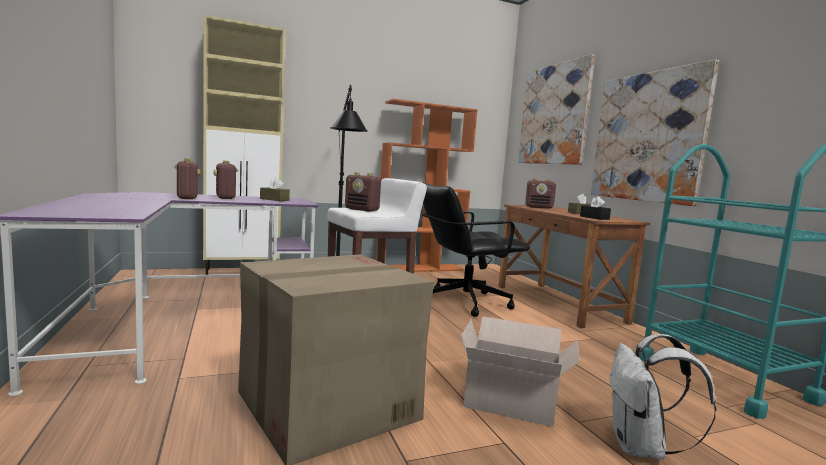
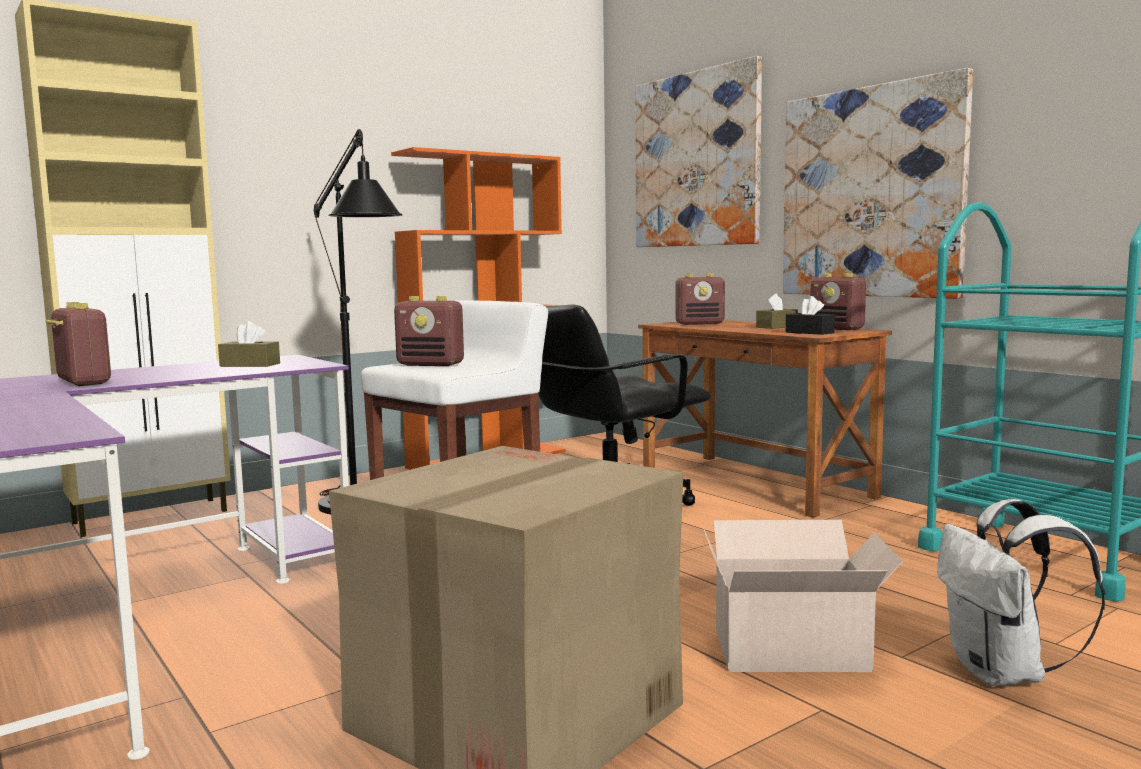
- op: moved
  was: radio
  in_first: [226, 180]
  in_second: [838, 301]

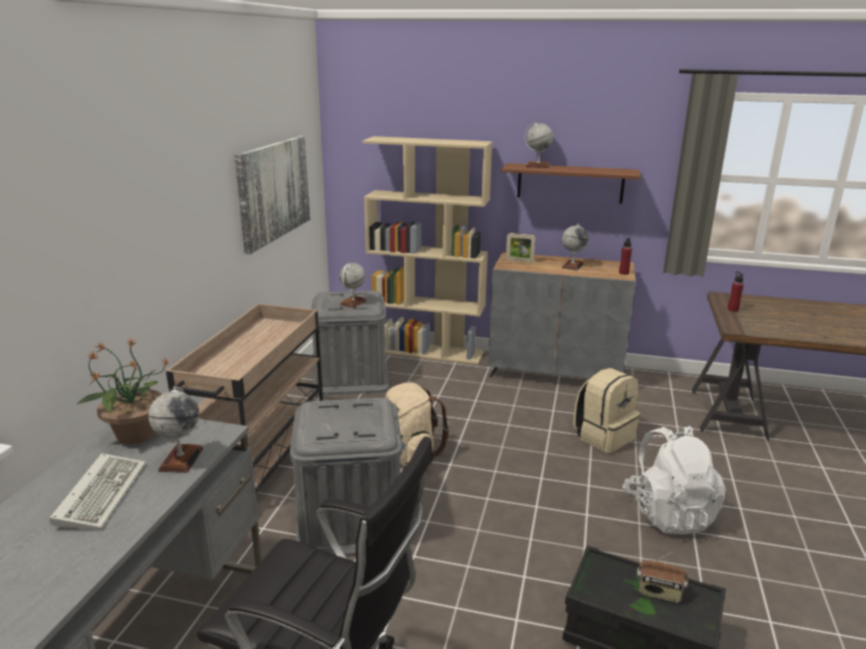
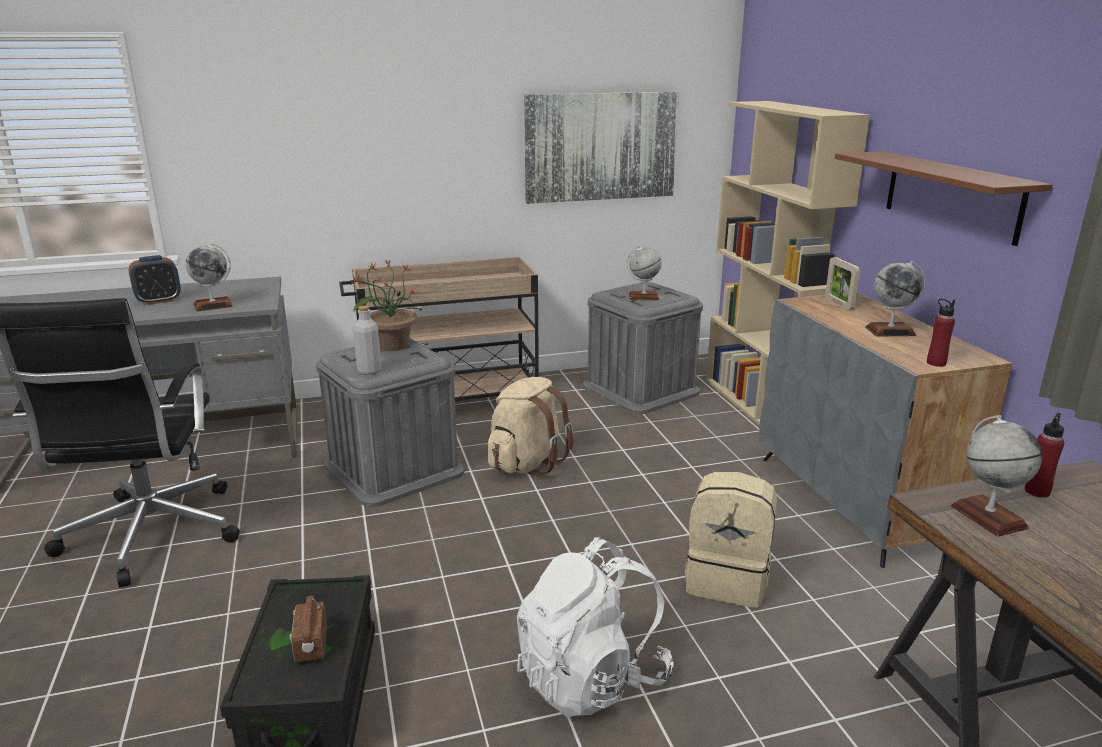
- op: replaced
  was: teclado
  now: despertador
  in_first: [97, 491]
  in_second: [155, 280]
- op: moved
  was: planta en maceta
  in_first: [122, 390]
  in_second: [386, 305]
- op: moved
  was: globo terráqueo
  in_first: [539, 145]
  in_second: [996, 476]
- op: added
  now: botella/gris
  in_second: [367, 340]

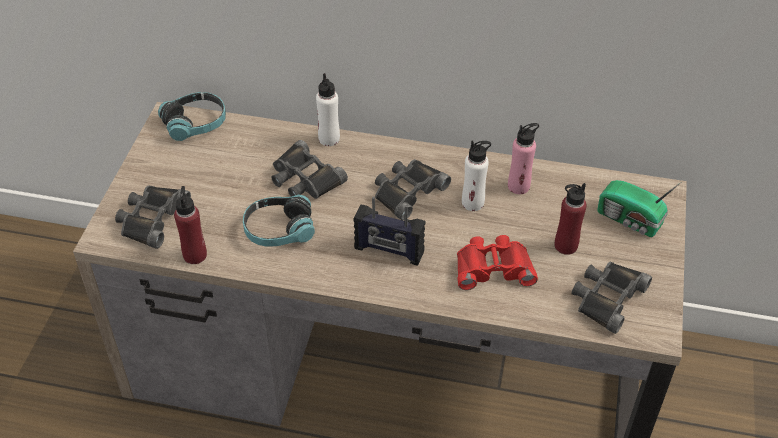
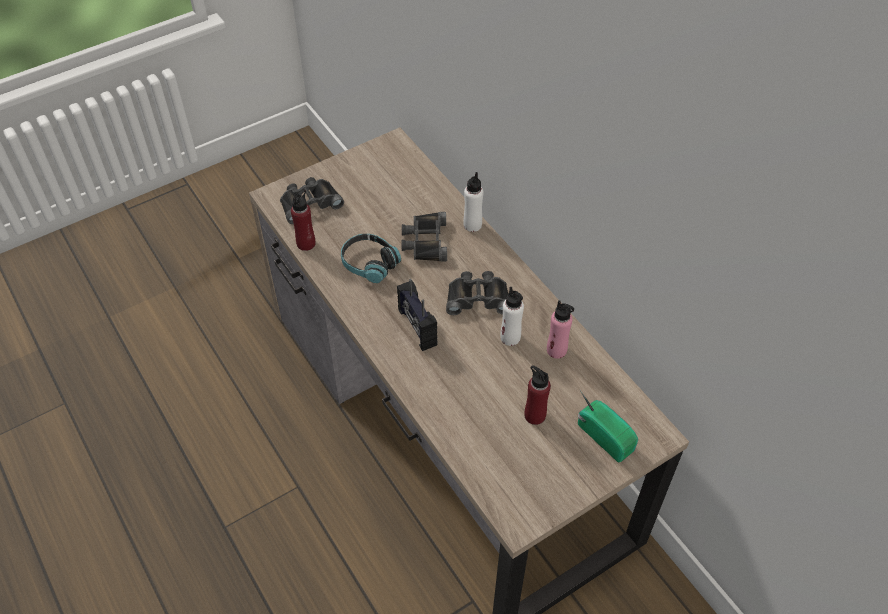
- op: removed
  was: auriculares
  in_first: [192, 116]
- op: removed
  was: prismáticos/rojo
  in_first: [497, 262]
- op: removed
  was: prismáticos/negro
  in_first: [612, 298]
- op: turned
  was: radio
  in_first: [639, 208]
  in_second: [608, 425]
  clockwise: 150

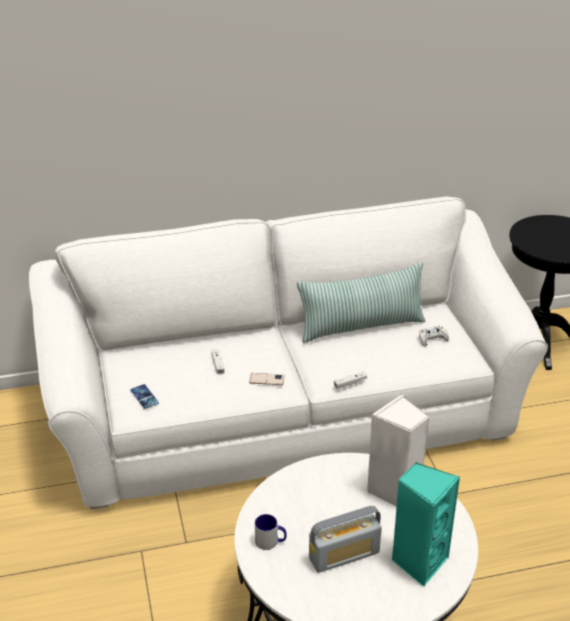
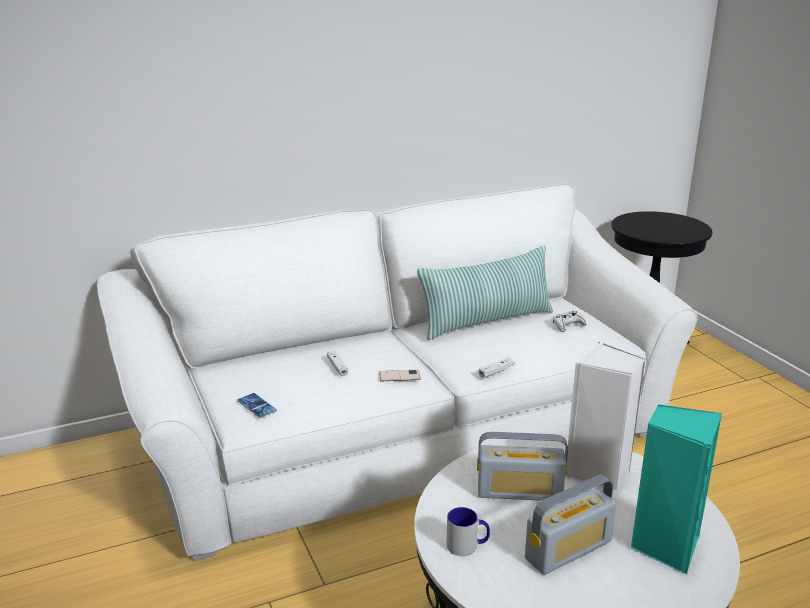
- op: added
  now: radio
  in_second: [522, 466]

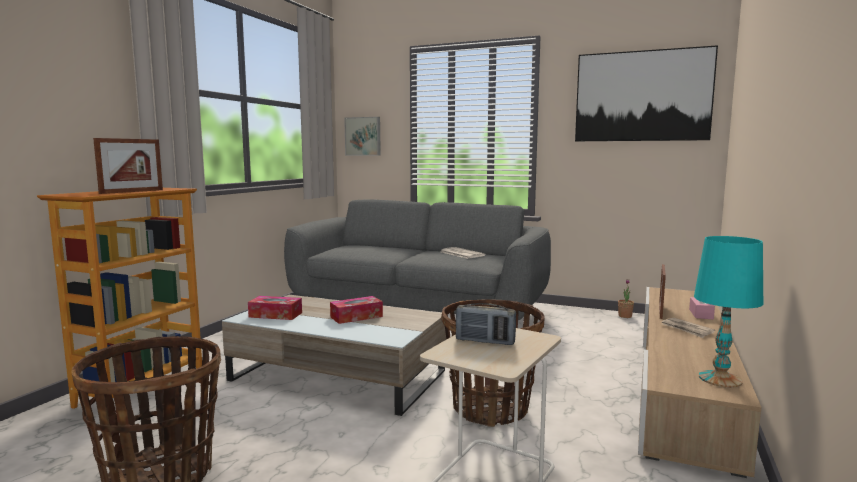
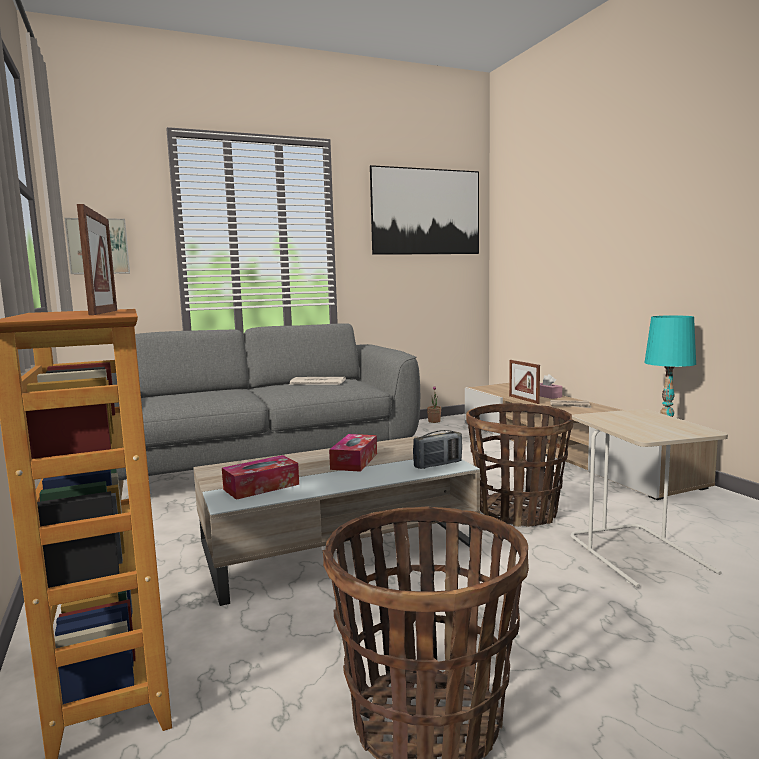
- op: moved
  was: radio
  in_first: [486, 324]
  in_second: [437, 449]

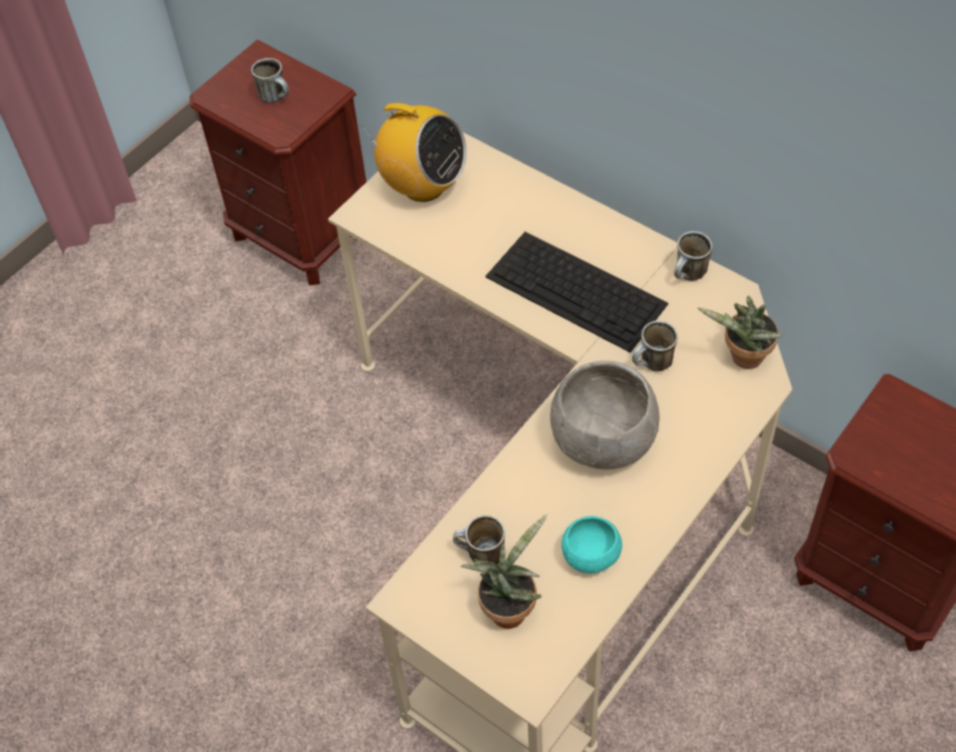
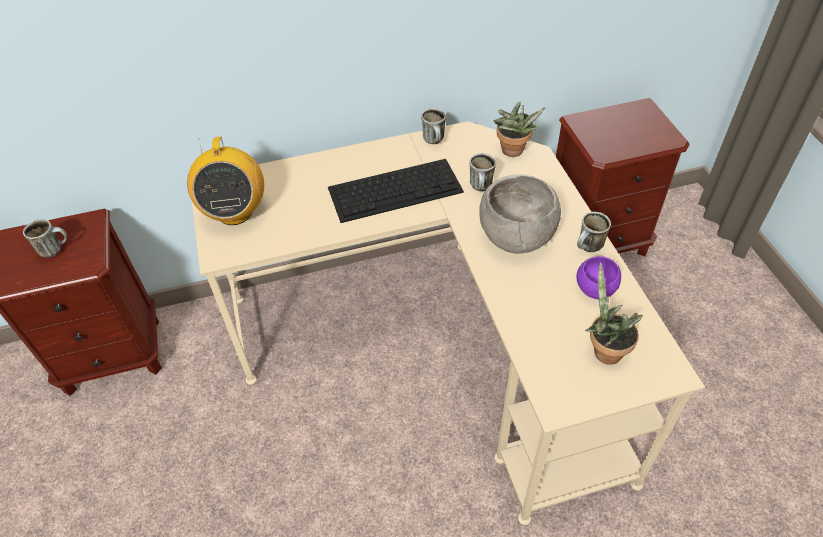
- op: turned
  was: radio
  in_first: [414, 152]
  in_second: [225, 181]
  clockwise: 105
- op: moved
  was: taza grande
  in_first: [479, 539]
  in_second: [594, 232]
- op: recoloured
  was: cuenco/turquesa
  now: cuenco/morado
  in_first: [591, 544]
  in_second: [598, 277]

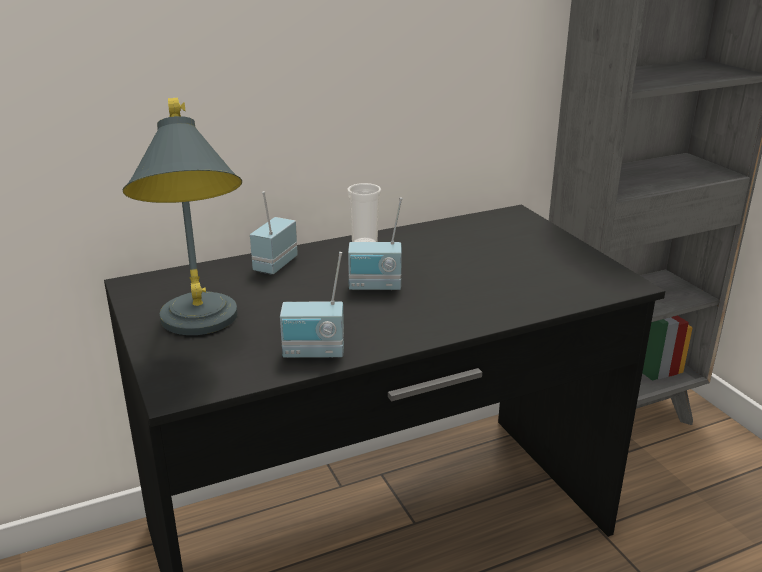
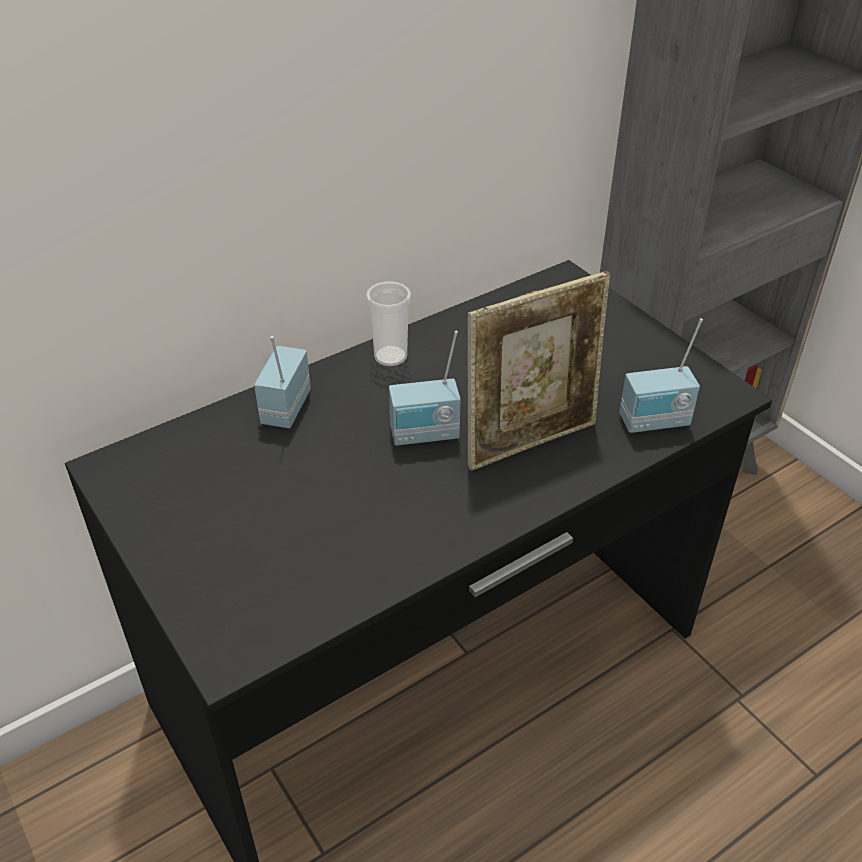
- op: removed
  was: lámpara de mesa/gris
  in_first: [182, 216]
- op: moved
  was: radio
  in_first: [312, 305]
  in_second: [661, 375]
- op: added
  now: portarretratos
  in_second: [539, 371]

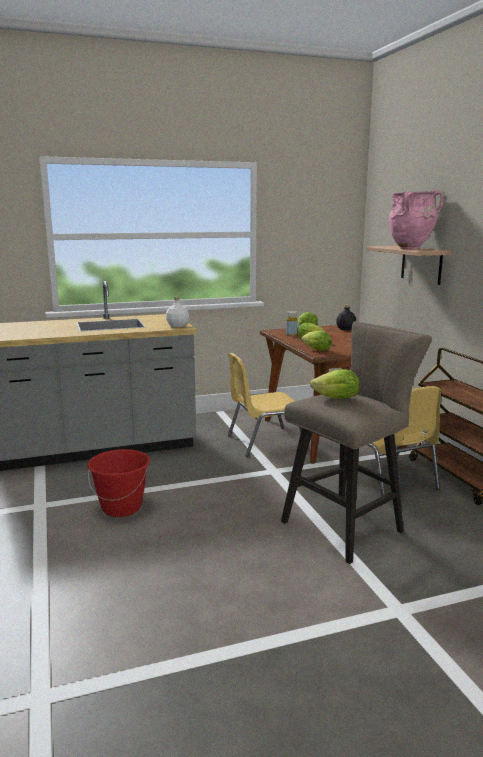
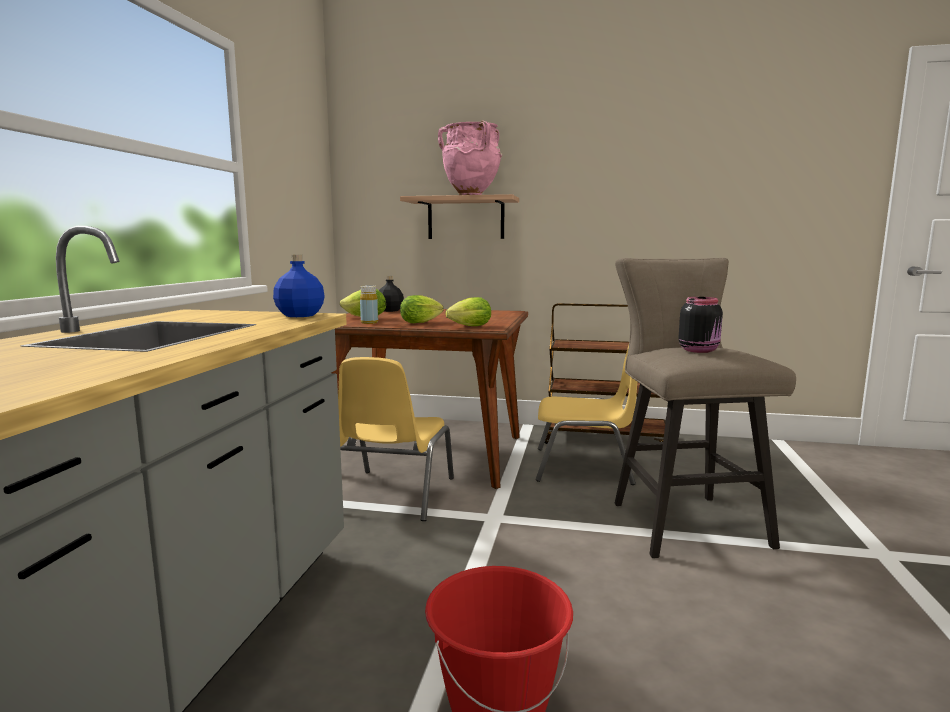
- op: recoloured
  was: botella/blanco
  now: botella/azul
  in_first: [177, 312]
  in_second: [299, 285]
- op: replaced
  was: lechuga
  now: tarro/negro
  in_first: [334, 384]
  in_second: [700, 325]

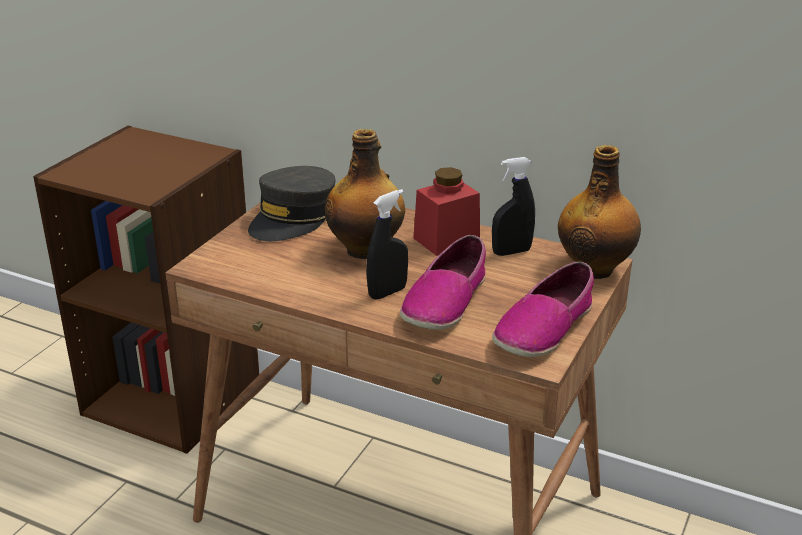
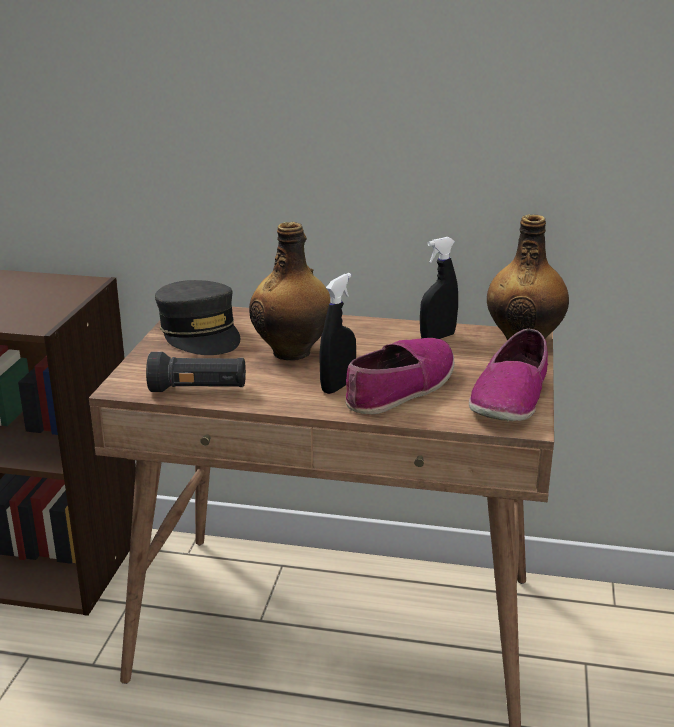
- op: turned
  was: gorra/gris
  in_first: [292, 203]
  in_second: [197, 317]
  clockwise: -45
- op: turned
  was: zapato
  in_first: [443, 282]
  in_second: [399, 376]
  clockwise: -150
- op: removed
  was: tarro/rojo
  in_first: [446, 211]
- op: added
  now: linterna/negro
  in_second: [196, 372]

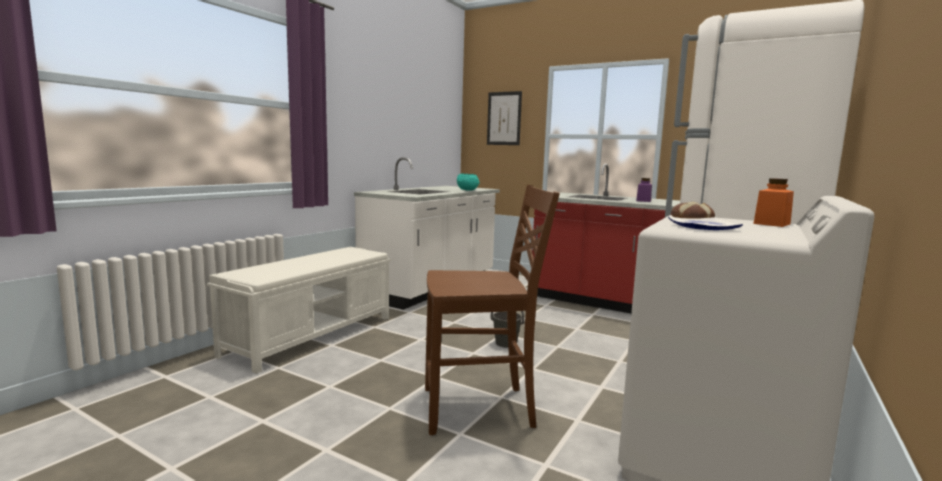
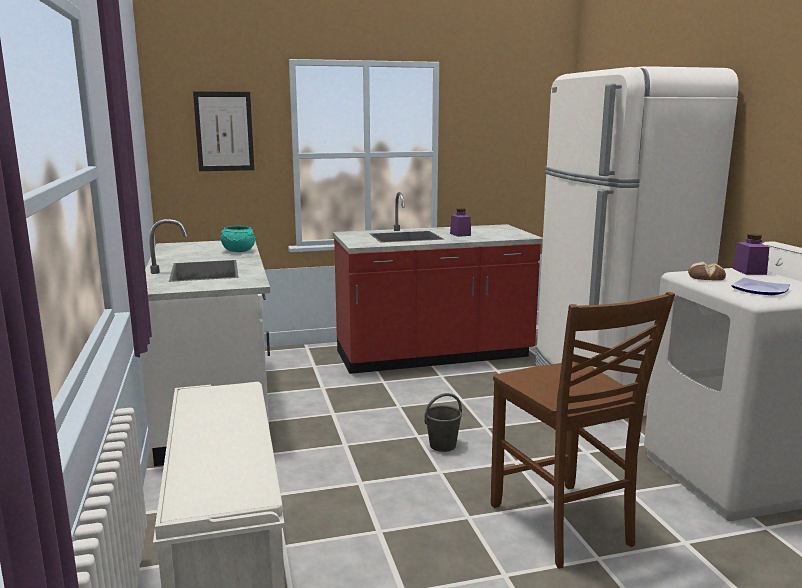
- op: turned
  was: silla/marrón
  in_first: [492, 310]
  in_second: [583, 430]
  clockwise: 120
- op: recoloured
  was: tarro/naranja
  now: tarro/morado
  in_first: [773, 202]
  in_second: [751, 254]

